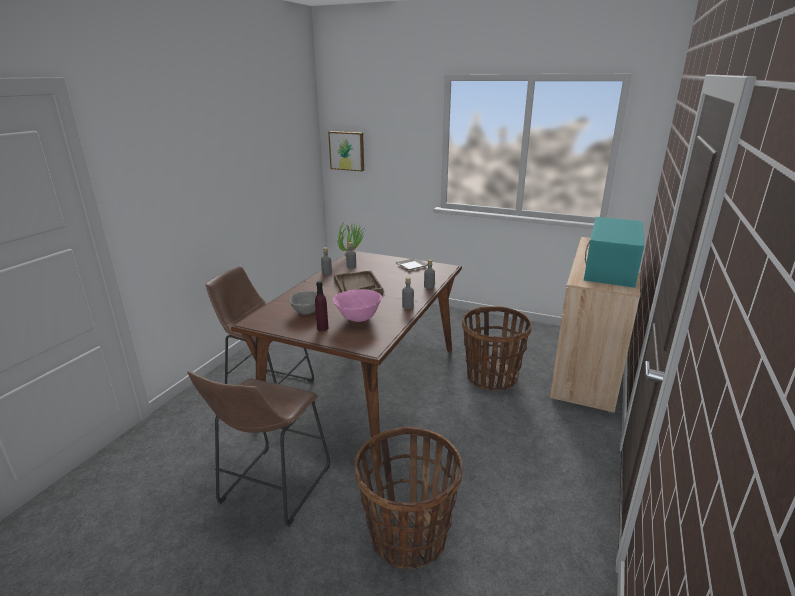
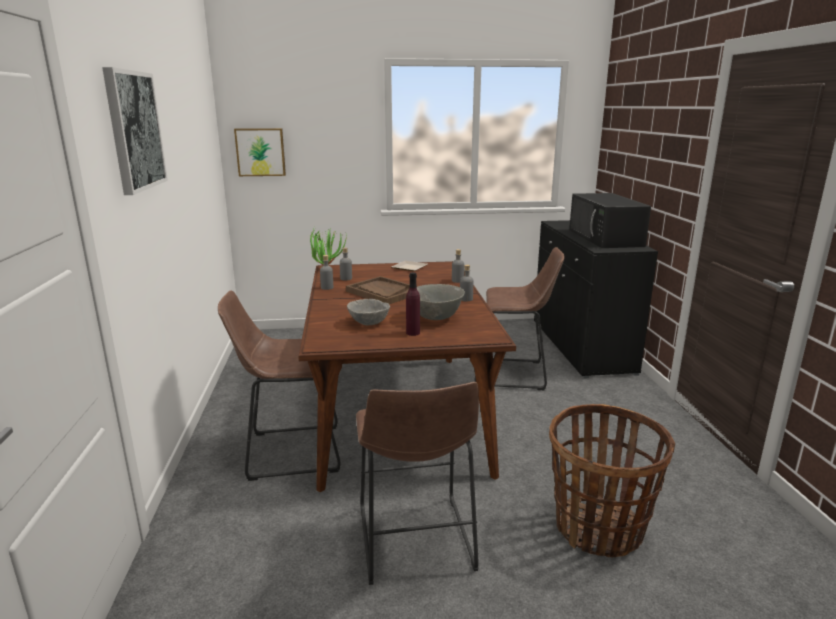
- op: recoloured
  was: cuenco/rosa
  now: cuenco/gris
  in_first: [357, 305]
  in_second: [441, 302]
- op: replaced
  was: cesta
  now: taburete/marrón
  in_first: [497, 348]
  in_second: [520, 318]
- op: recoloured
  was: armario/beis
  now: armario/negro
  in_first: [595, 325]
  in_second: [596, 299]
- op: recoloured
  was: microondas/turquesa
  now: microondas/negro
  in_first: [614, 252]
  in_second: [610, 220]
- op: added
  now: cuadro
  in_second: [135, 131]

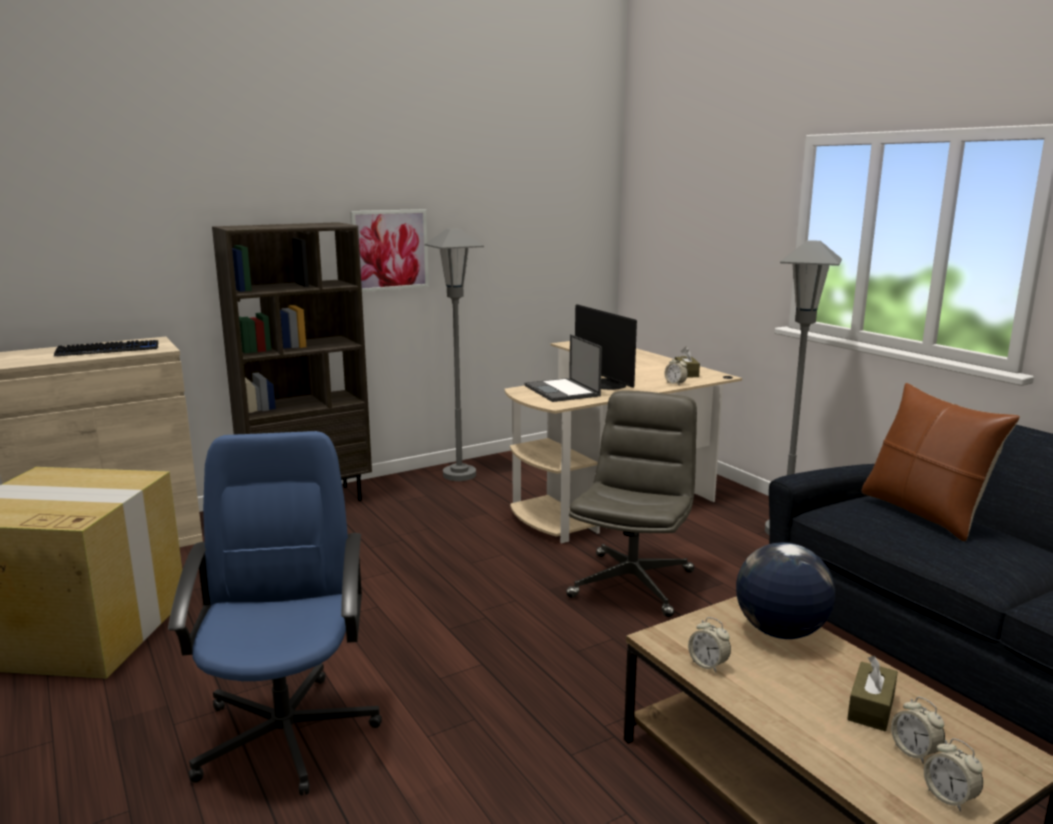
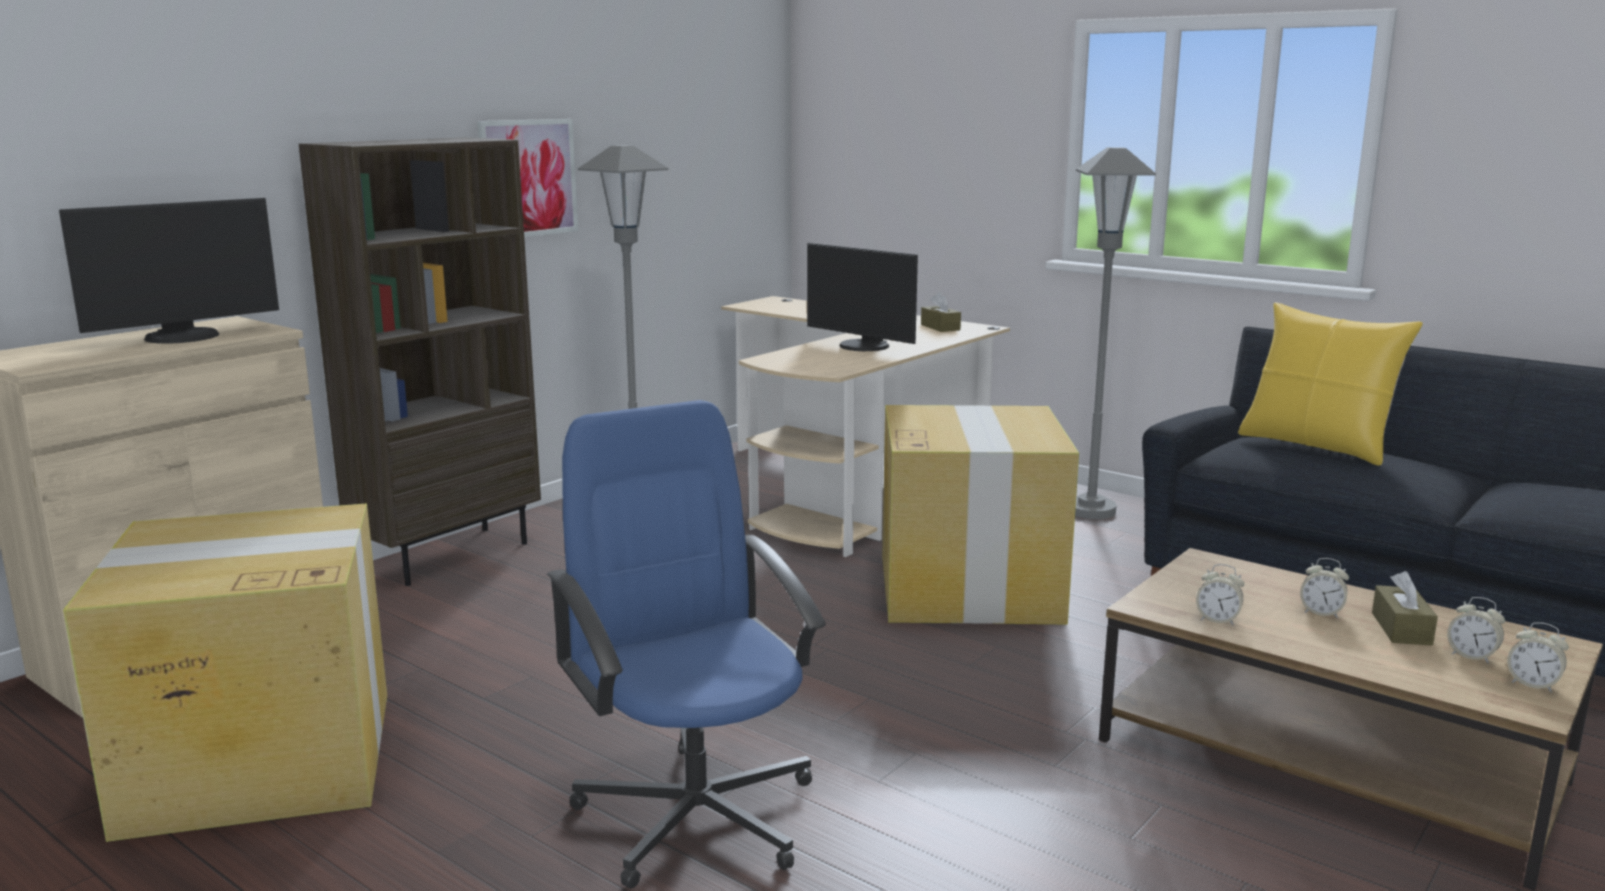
- op: replaced
  was: teclado
  now: monitor
  in_first: [106, 348]
  in_second: [169, 271]
- op: removed
  was: portátil
  in_first: [563, 368]
- op: replaced
  was: silla de oficina/gris
  now: caja de cartón
  in_first: [631, 503]
  in_second: [980, 514]
- op: moved
  was: despertador
  in_first: [676, 370]
  in_second: [1324, 588]
- op: removed
  was: globo terráqueo
  in_first: [785, 590]
- op: recoloured
  was: cojín/marrón
  now: cojín/amarillo
  in_first: [941, 462]
  in_second: [1330, 384]

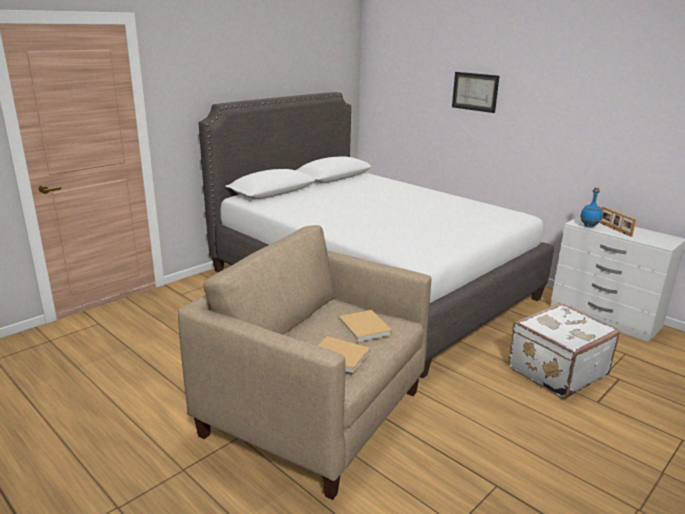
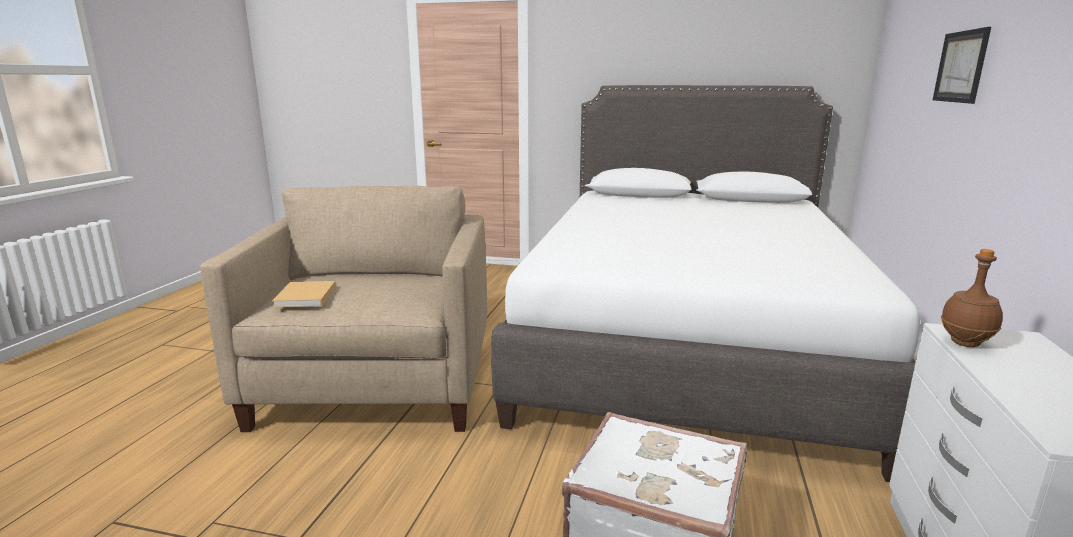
- op: removed
  was: libro/beis
  in_first: [365, 326]
- op: recoloured
  was: botella/azul
  now: botella/marrón
  in_first: [591, 207]
  in_second: [972, 298]
- op: removed
  was: portarretratos
  in_first: [617, 221]

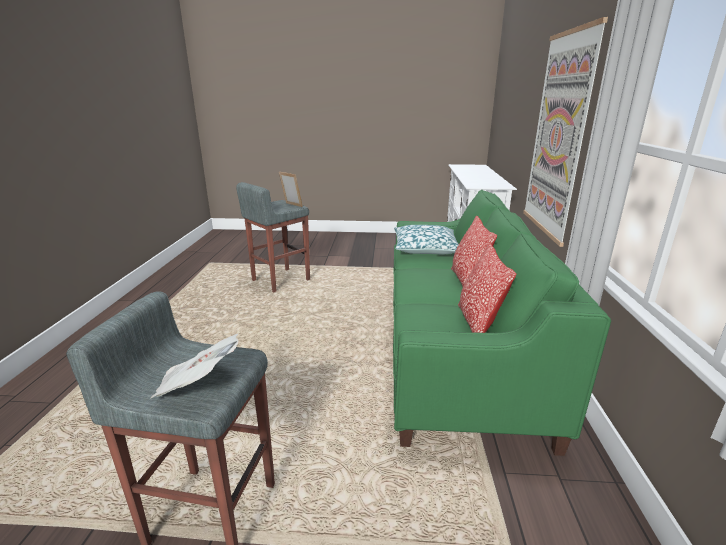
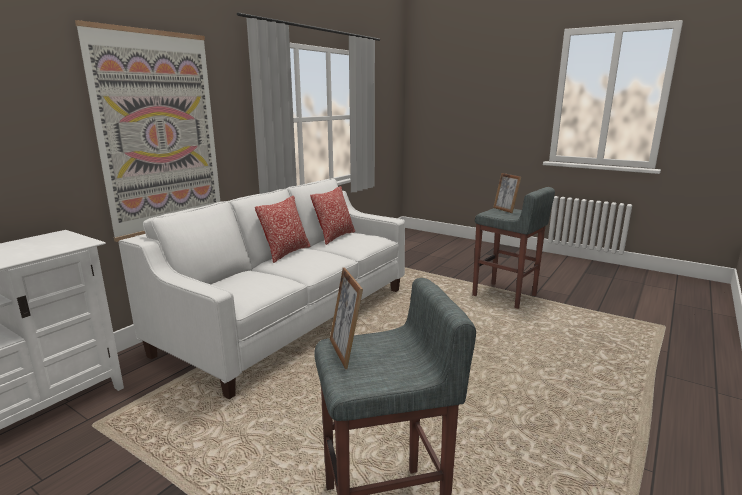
- op: replaced
  was: periódico
  now: portarretratos
  in_first: [194, 366]
  in_second: [507, 193]
- op: recoloured
  was: sofá/verde
  now: sofá/blanco
  in_first: [502, 323]
  in_second: [262, 288]
- op: removed
  was: cojín
  in_first: [426, 239]

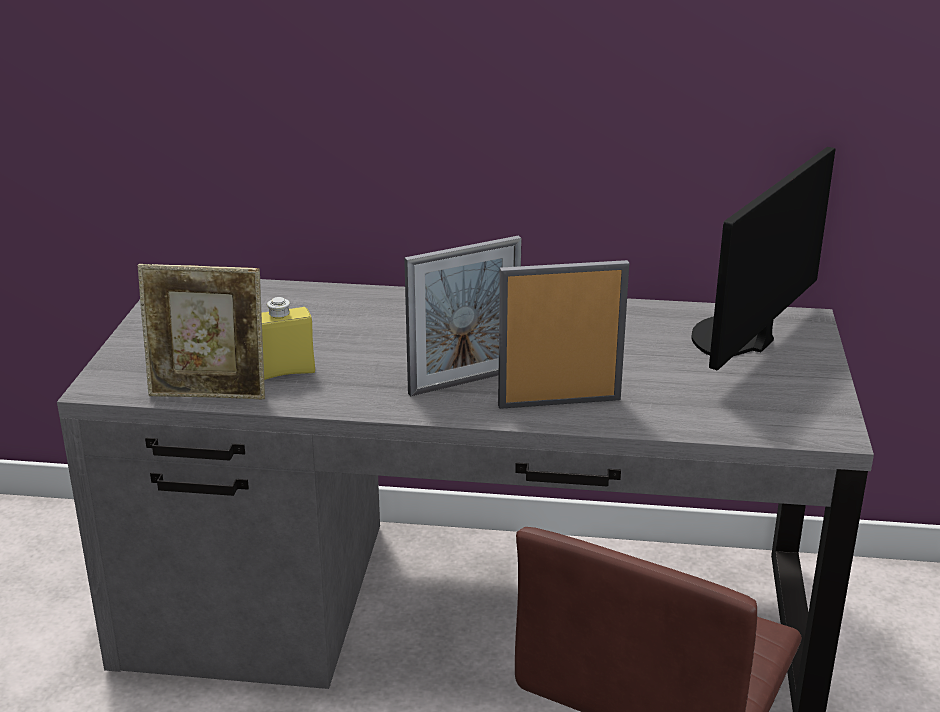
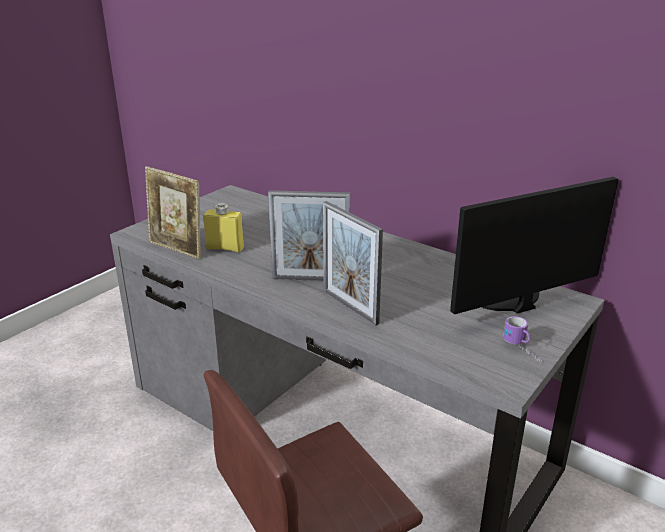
- op: turned
  was: portarretratos
  in_first: [563, 334]
  in_second: [353, 263]
  clockwise: -150
- op: added
  now: taza grande
  in_second: [522, 339]

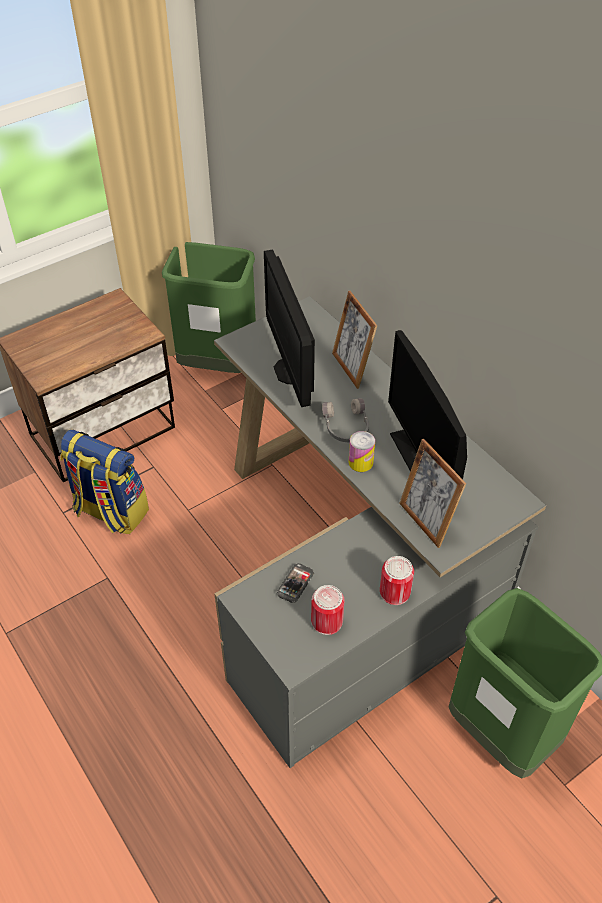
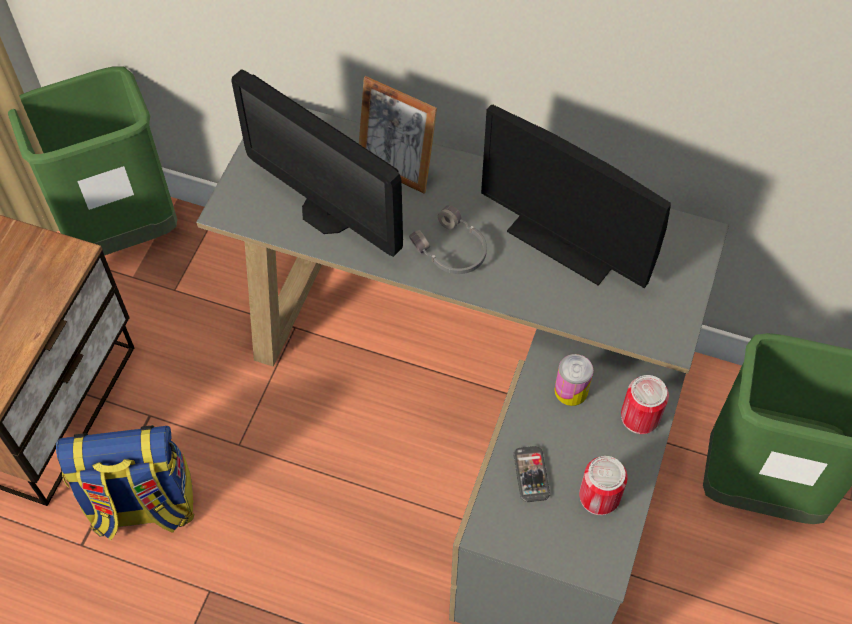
- op: moved
  was: lata
  in_first: [362, 451]
  in_second: [573, 380]
- op: removed
  was: portarretratos
  in_first: [432, 493]

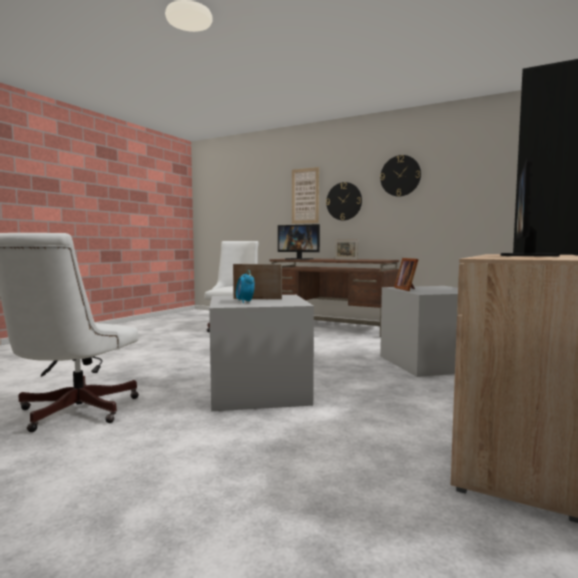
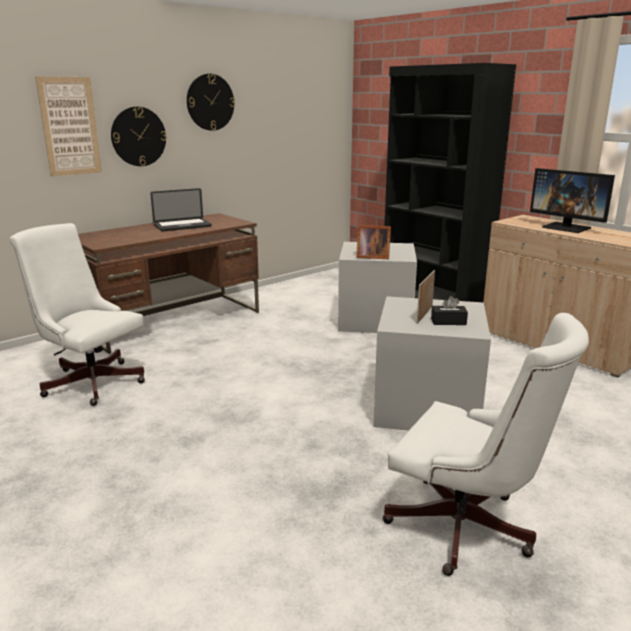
- op: replaced
  was: despertador
  now: caja de pañuelos/negro
  in_first: [245, 286]
  in_second: [449, 310]
- op: removed
  was: monitor
  in_first: [299, 242]
- op: replaced
  was: portarretratos
  now: portátil
  in_first: [346, 249]
  in_second: [181, 209]

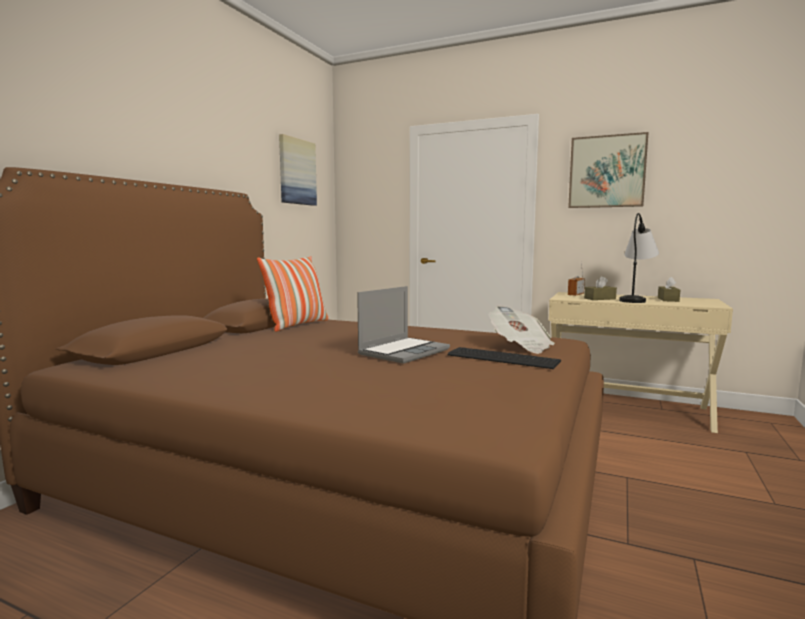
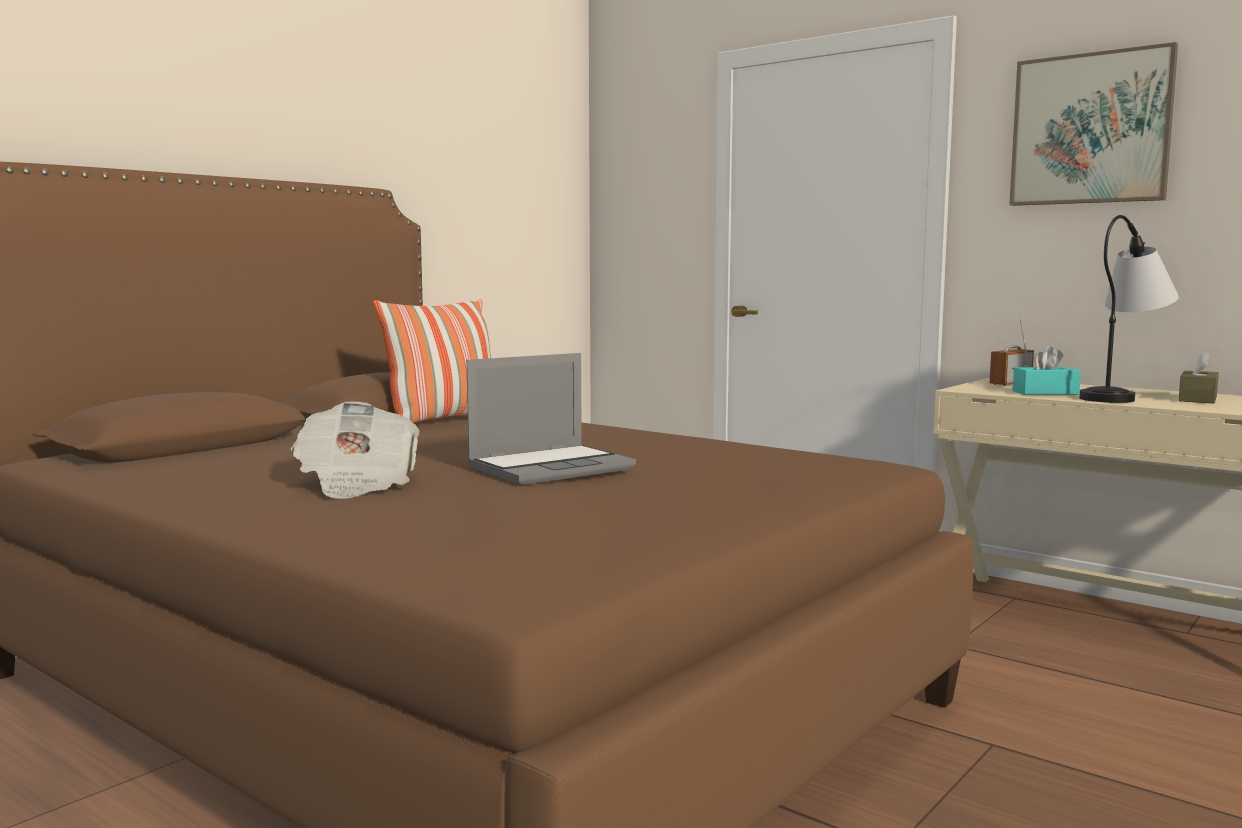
- op: removed
  was: cuadro
  in_first: [298, 170]
- op: removed
  was: teclado
  in_first: [504, 358]
- op: moved
  was: periódico
  in_first: [522, 330]
  in_second: [355, 450]
- op: recoloured
  was: caja de pañuelos/marrón
  now: caja de pañuelos/turquesa
  in_first: [600, 288]
  in_second: [1047, 370]

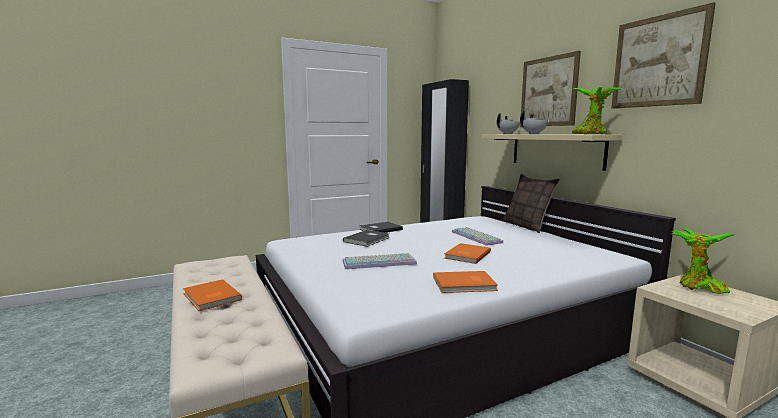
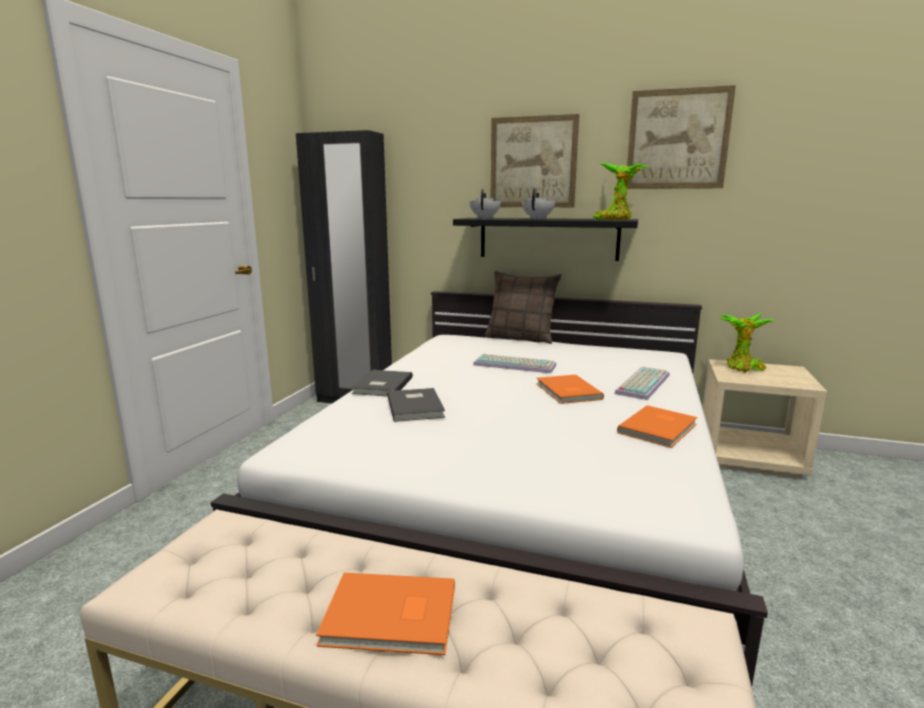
- op: moved
  was: teclado
  in_first: [380, 261]
  in_second: [642, 383]
- op: recoloured
  was: estante/beis
  now: estante/negro
  in_first: [552, 152]
  in_second: [545, 239]

